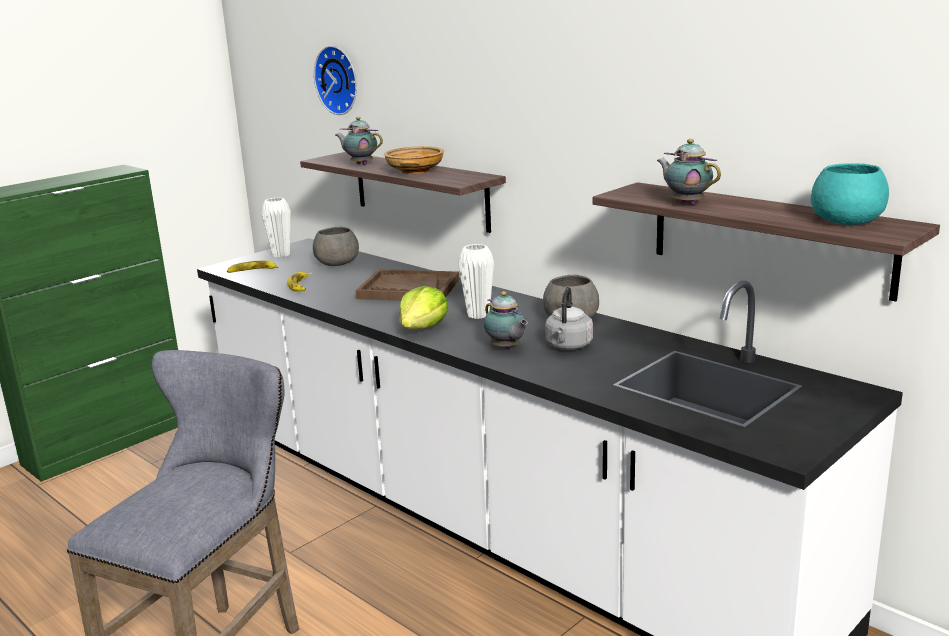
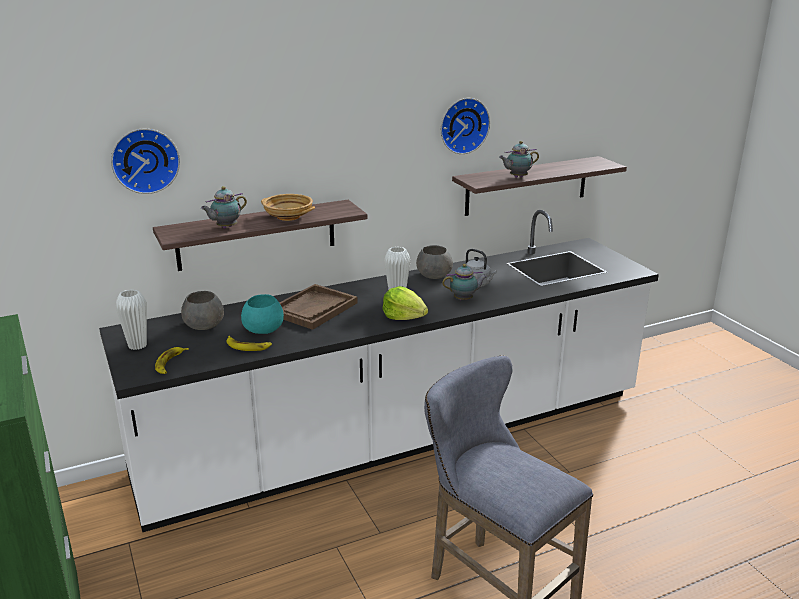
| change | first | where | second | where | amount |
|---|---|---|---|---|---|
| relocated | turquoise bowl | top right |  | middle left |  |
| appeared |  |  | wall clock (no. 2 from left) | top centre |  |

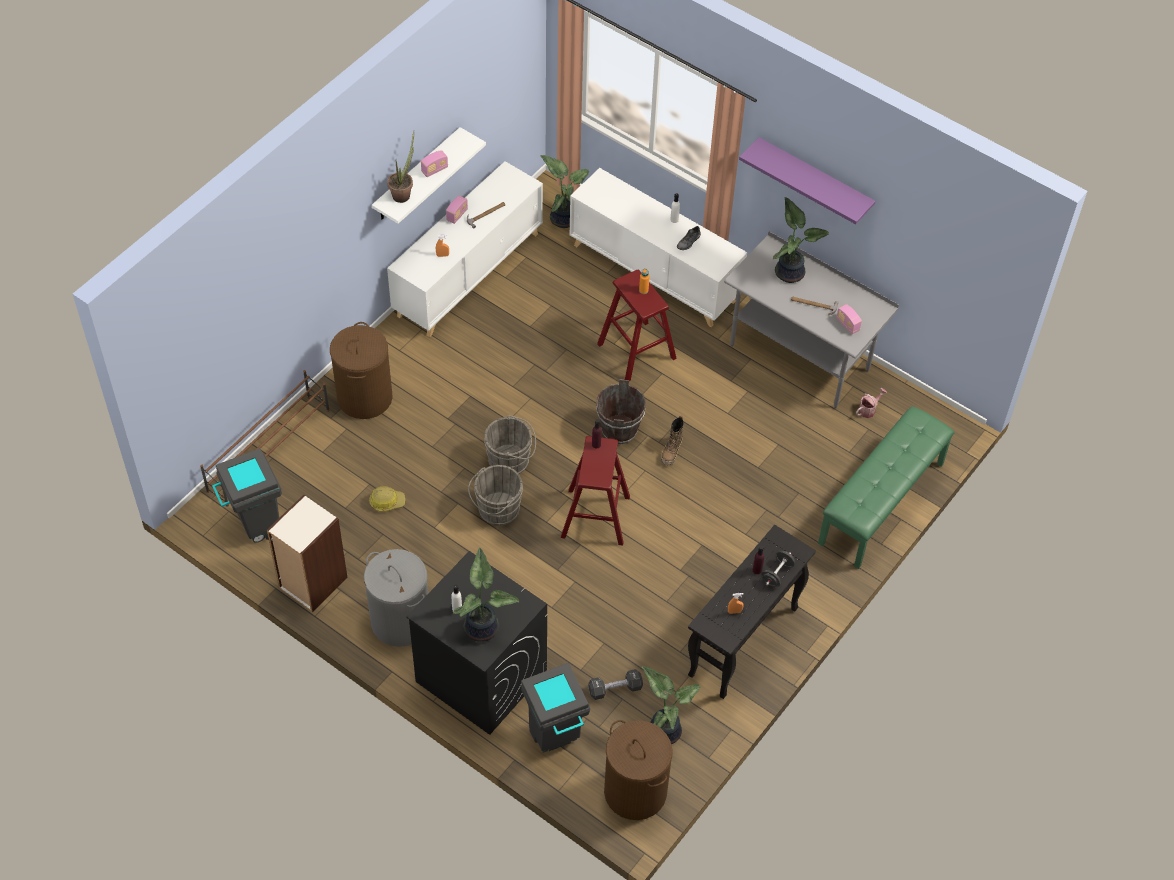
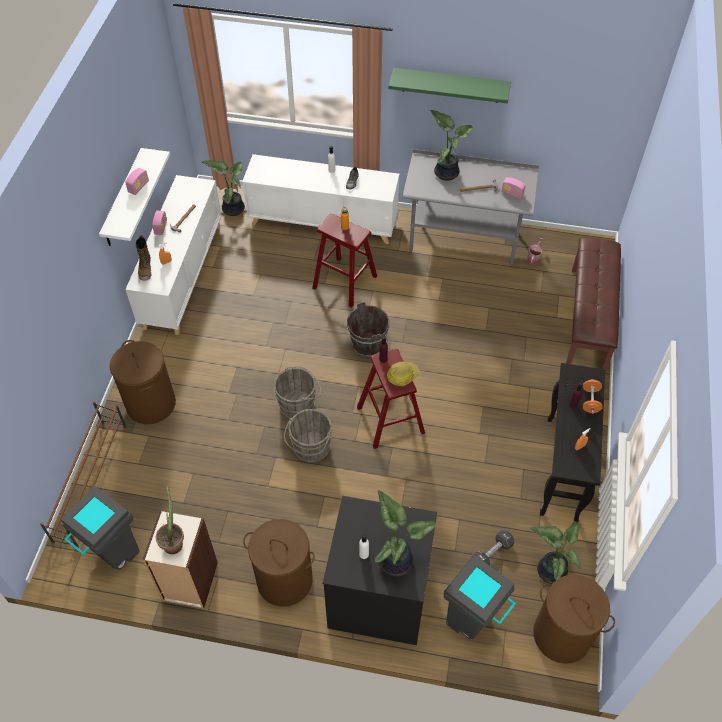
| change | first | where | second | where | amount |
|---|---|---|---|---|---|
| relocated | potted plant (no. 1 from left) | top centre |  | bottom left |  |
| colour | purple shelf | top right | green shelf | top centre |  |
| colour | green bench | middle right | brown bench | middle right |  |
| relocated | boot | centre |  | middle left |  |
| relocated | hard hat | middle left |  | centre |  |
| colour | grey laundry basket | bottom centre | brown laundry basket (no. 2 from left) | bottom centre |  |
| colour | black dumbbell (no. 2 from left) | centre | orange dumbbell | middle right |  |

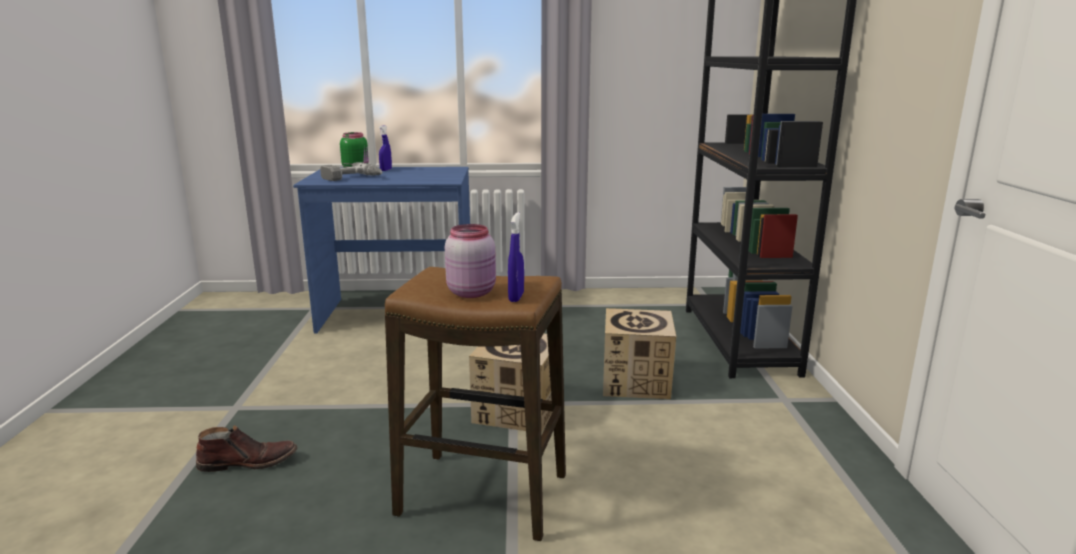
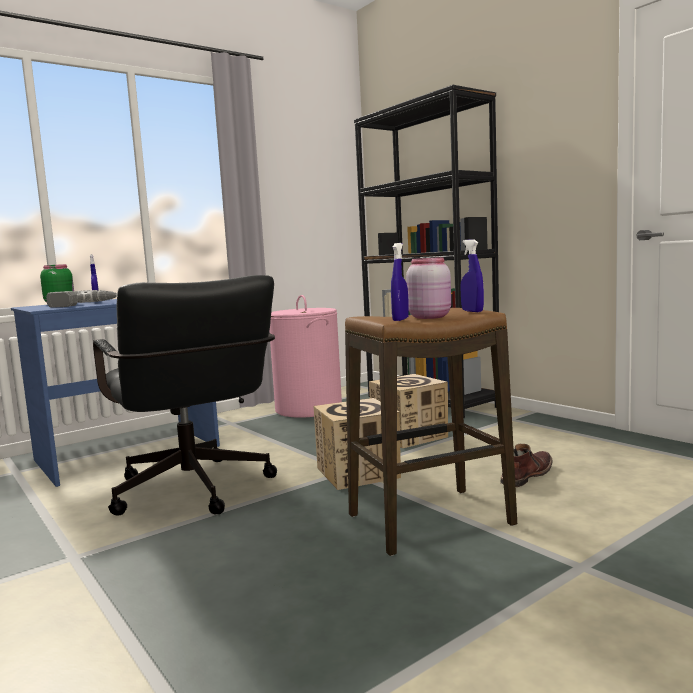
| change | first | where | second | where | amount |
|---|---|---|---|---|---|
| relocated | brown boot | bottom left |  | bottom right |  |
| appeared |  |  | blue spray bottle (no. 2 from left) | centre |  |
| appeared |  |  | black office chair | middle left |  |
| appeared |  |  | pink laundry basket | centre |  |

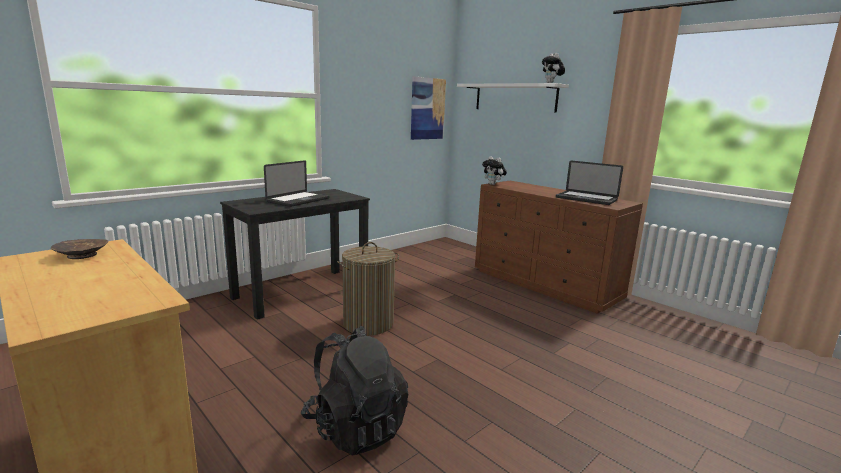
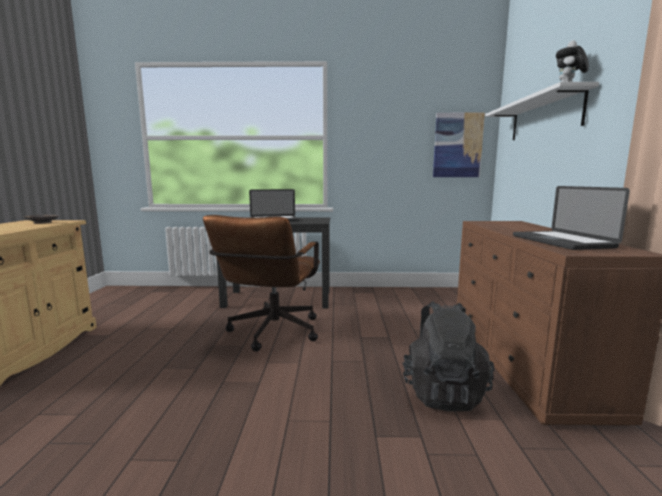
| change | first | where | second | where | amount |
|---|---|---|---|---|---|
| missing | plush toy (no. 1 from left) | centre |  |  |  |
| exchanged | laundry basket | centre | brown office chair | centre |  |
| relocated | black backpack | bottom centre |  | bottom right |  |

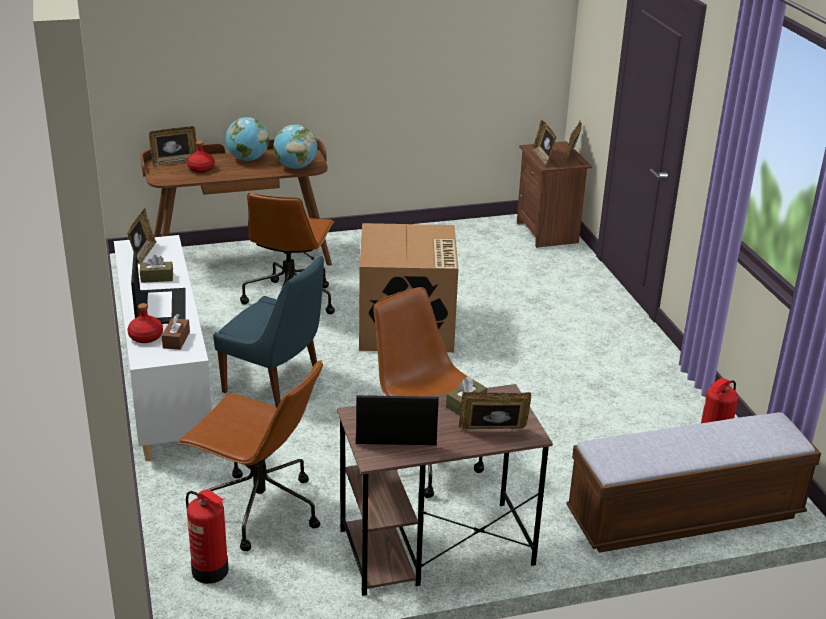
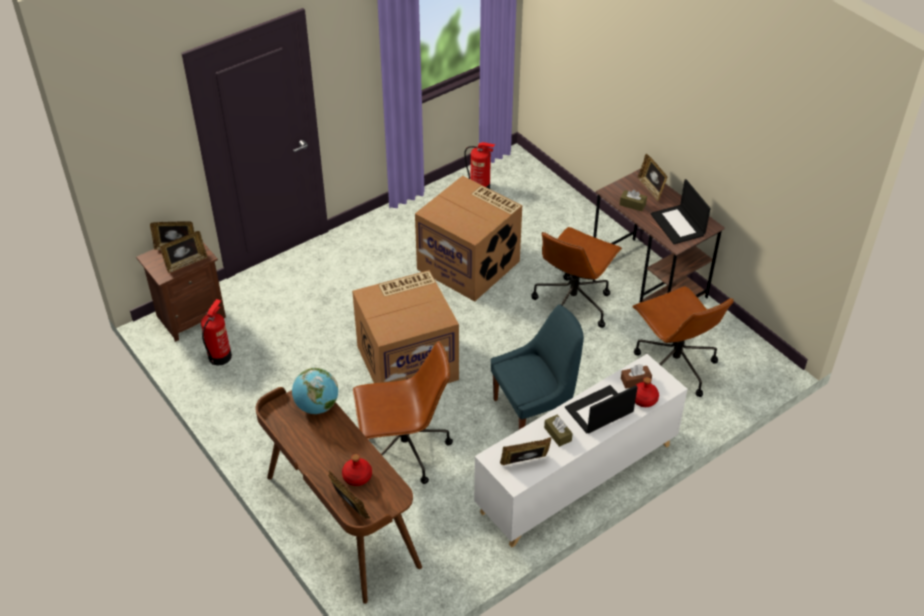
| change | first | where | second | where | amount |
|---|---|---|---|---|---|
| missing | globe (no. 1 from left) | top left |  |  |  |
| spun | blue chair | middle left |  | centre | 60 degrees clockwise |
| spun | brown office chair (no. 1 from left in the first image) | bottom left | brown office chair (no. 3 from left) | middle right | 150 degrees clockwise |
| missing | bench | bottom right |  |  |  |
| relocated | fire extinguisher (no. 1 from left) | bottom left |  | middle left |  |
| appeared |  |  | cardboard box (no. 2 from left) | centre |  |

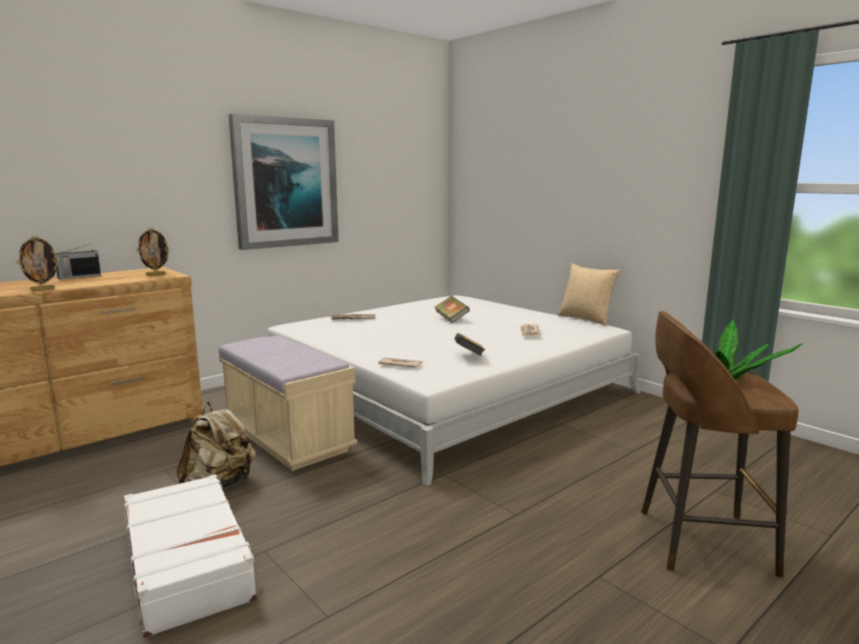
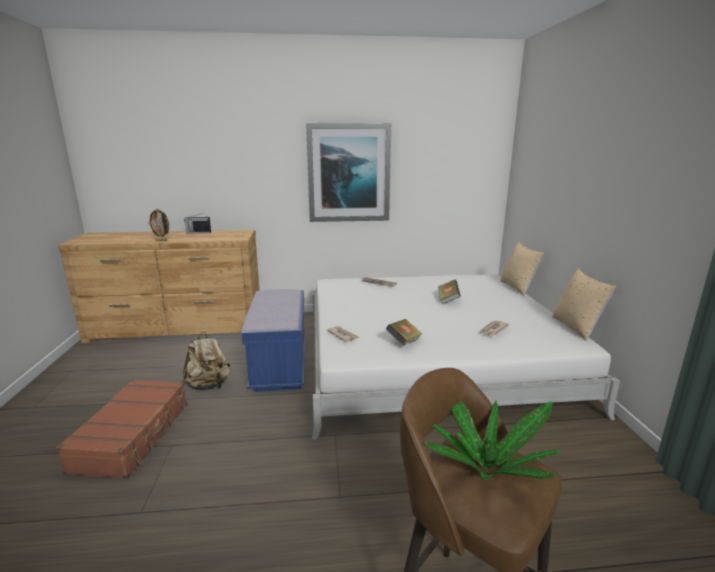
| change | first | where | second | where | amount |
|---|---|---|---|---|---|
| missing | picture frame (no. 2 from left) | middle left |  |  |  |
| colour | beige bench | centre | blue bench | centre |  |
| colour | white suitcase | bottom left | brown suitcase | bottom left |  |
| appeared |  |  | beige pillow (no. 1 from left) | middle right |  |

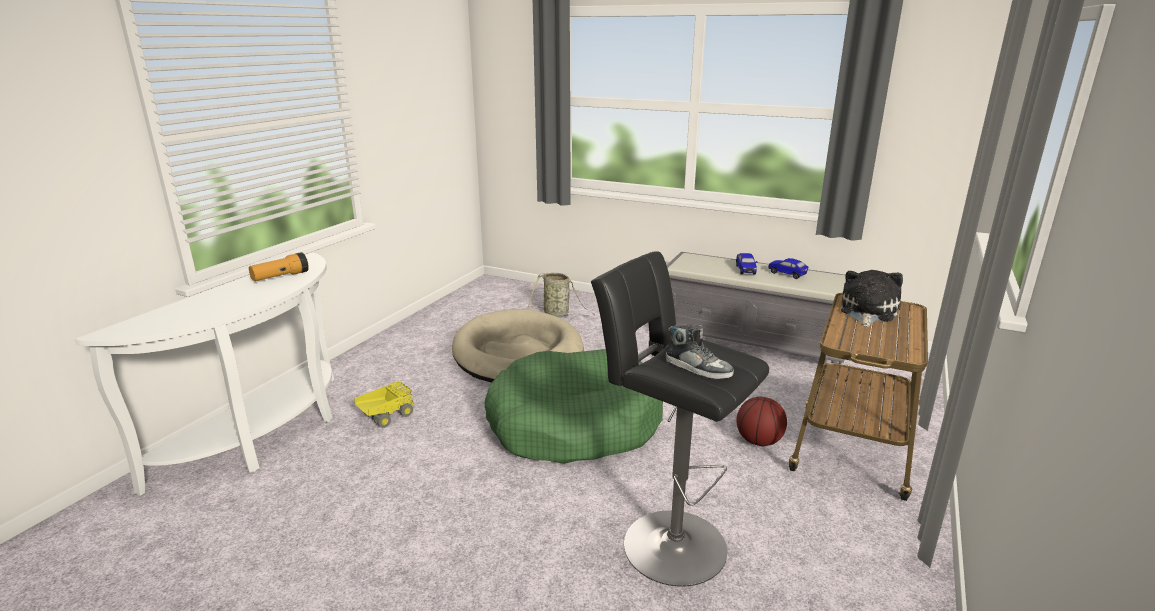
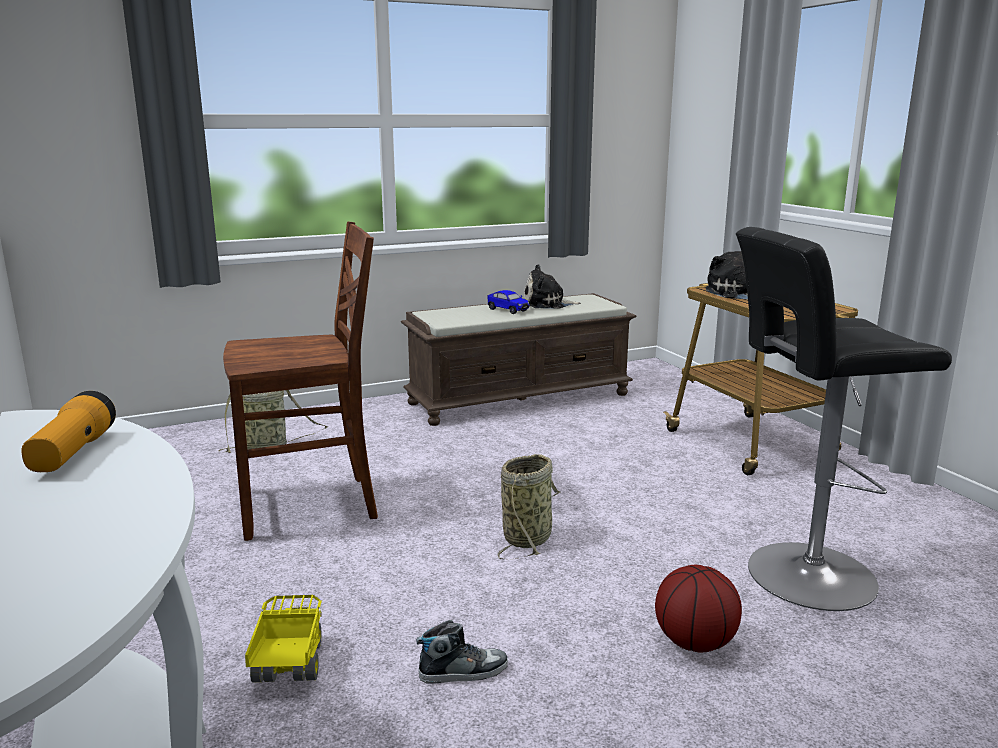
| change | first | where | second | where | amount |
|---|---|---|---|---|---|
| colour | grey bench | centre | brown bench | centre |  |
| exchanged | toy car (no. 2 from left) | middle right | plush toy (no. 1 from left) | centre |  |
| exchanged | beige dog bed | centre | brown chair | middle left |  |
| relocated | shoe | centre |  | bottom centre |  |
| exchanged | green dog bed | centre | basket (no. 2 from left) | bottom centre |  |
| relocated | basketball | bottom centre |  | bottom right |  |

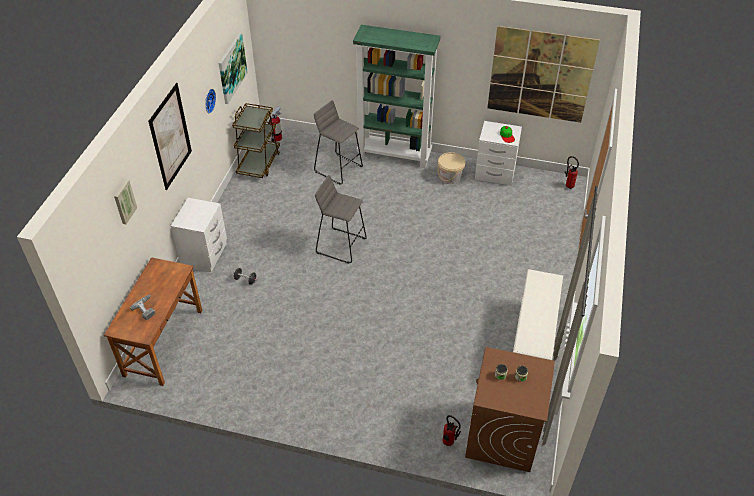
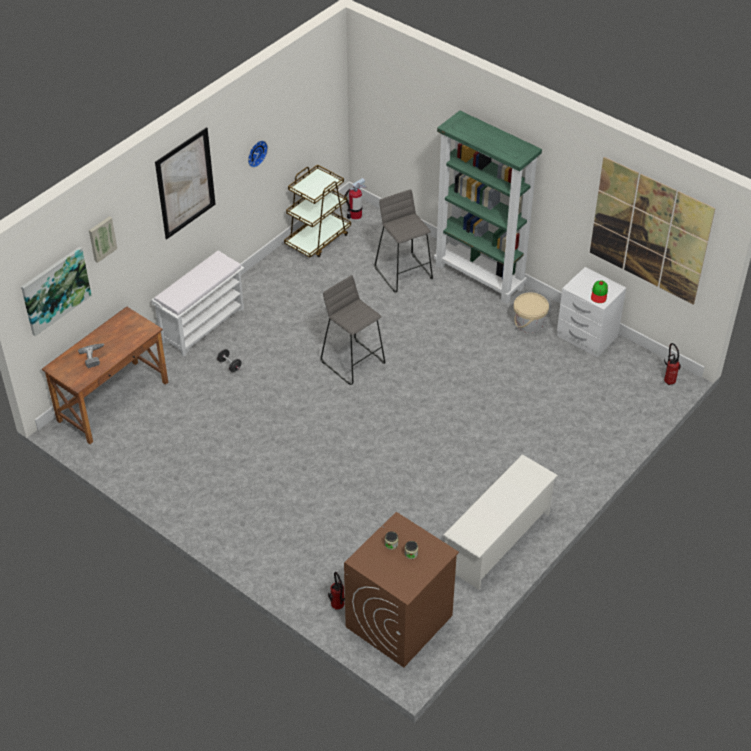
| change | first | where | second | where | amount |
|---|---|---|---|---|---|
| relocated | picture (no. 3 from left in the first image) | top left | picture (no. 1 from left) | middle left |  |
| exchanged | white nightstand (no. 1 from left) | middle left | white bench | middle left |  |

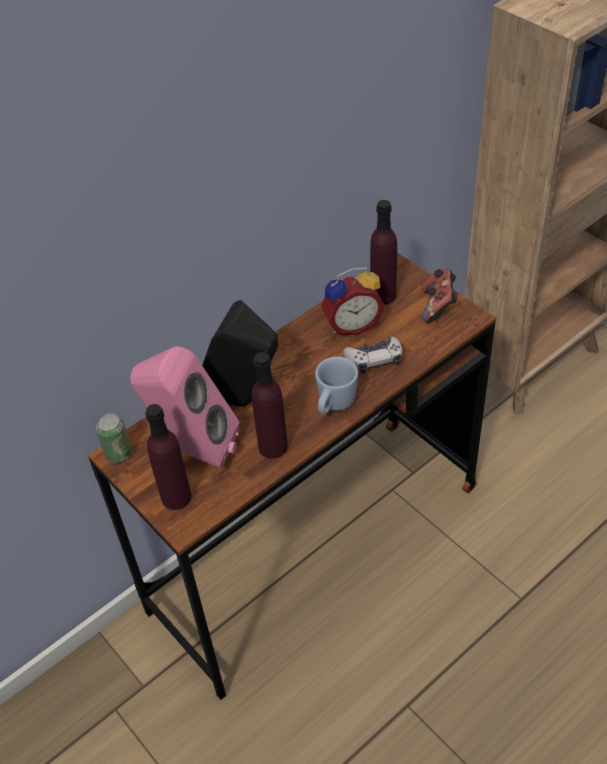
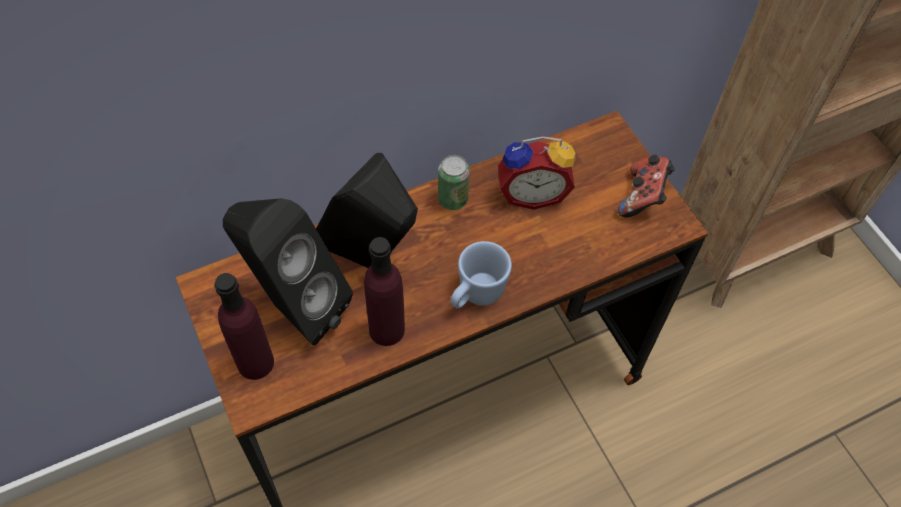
| change | first | where | second | where | amount |
|---|---|---|---|---|---|
| missing | purple bottle (no. 3 from left) | top centre |  |  |  |
| missing | game controller (no. 1 from left) | centre |  |  |  |
| colour | pink speaker | middle left | black speaker (no. 1 from left) | middle left |  |
| relocated | can | middle left |  | centre |  |

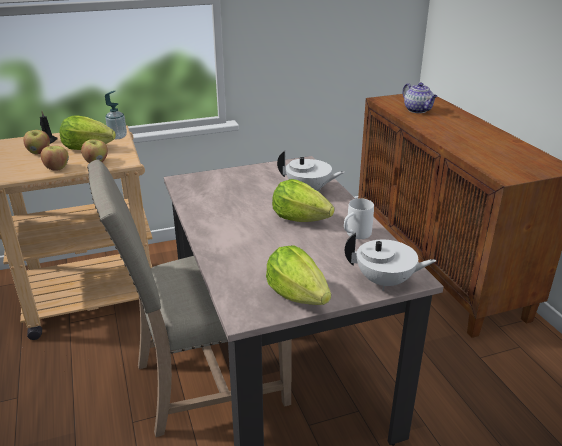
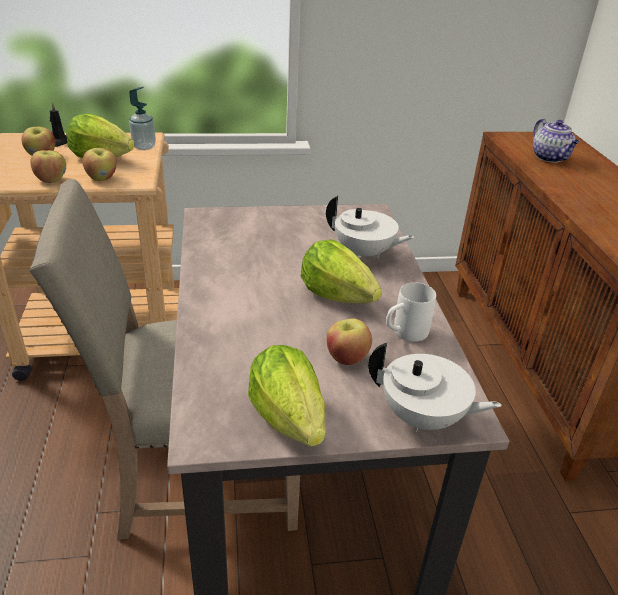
| change | first | where | second | where | amount |
|---|---|---|---|---|---|
| appeared |  |  | apple (no. 4 from left) | centre |  |

